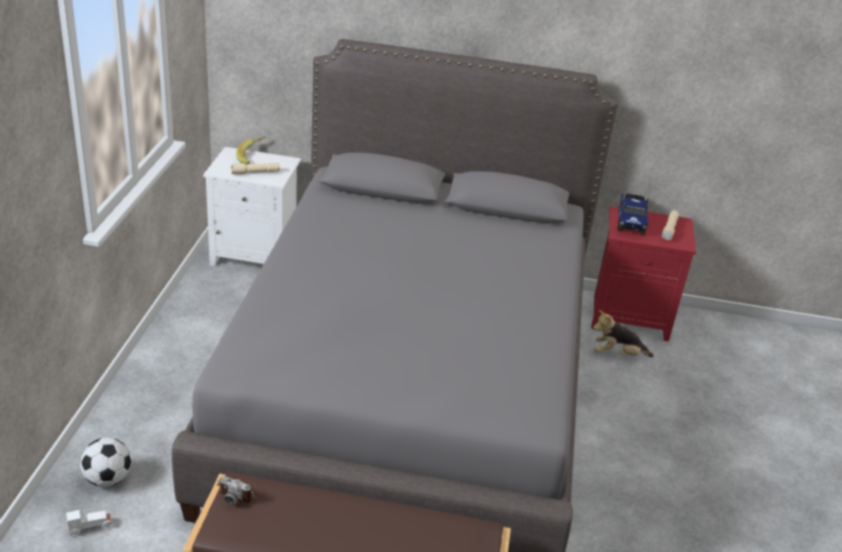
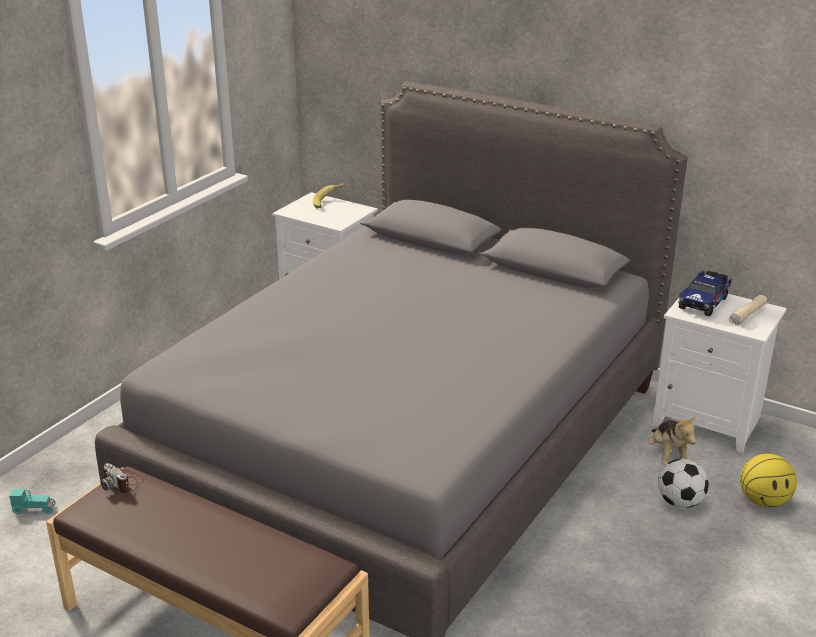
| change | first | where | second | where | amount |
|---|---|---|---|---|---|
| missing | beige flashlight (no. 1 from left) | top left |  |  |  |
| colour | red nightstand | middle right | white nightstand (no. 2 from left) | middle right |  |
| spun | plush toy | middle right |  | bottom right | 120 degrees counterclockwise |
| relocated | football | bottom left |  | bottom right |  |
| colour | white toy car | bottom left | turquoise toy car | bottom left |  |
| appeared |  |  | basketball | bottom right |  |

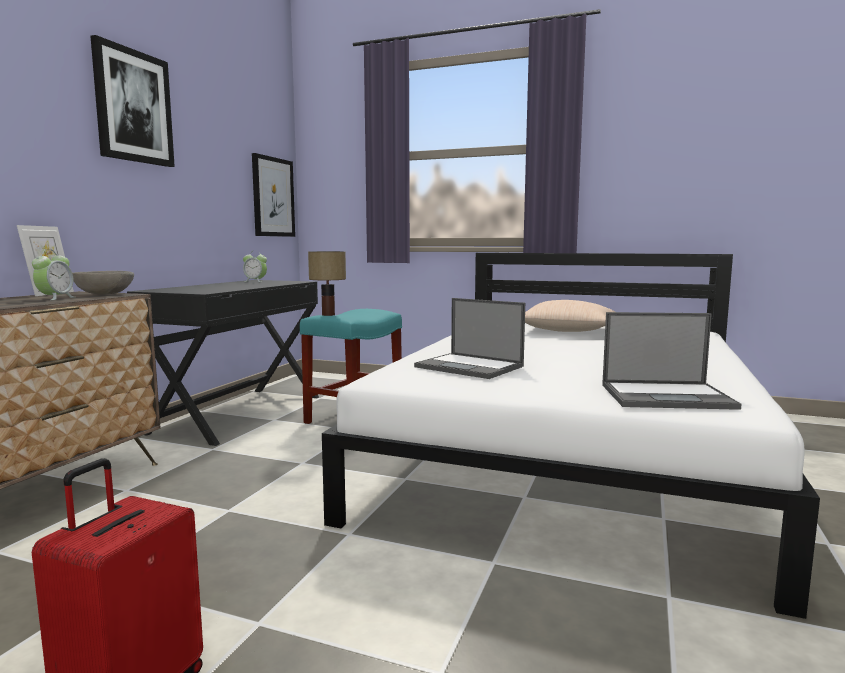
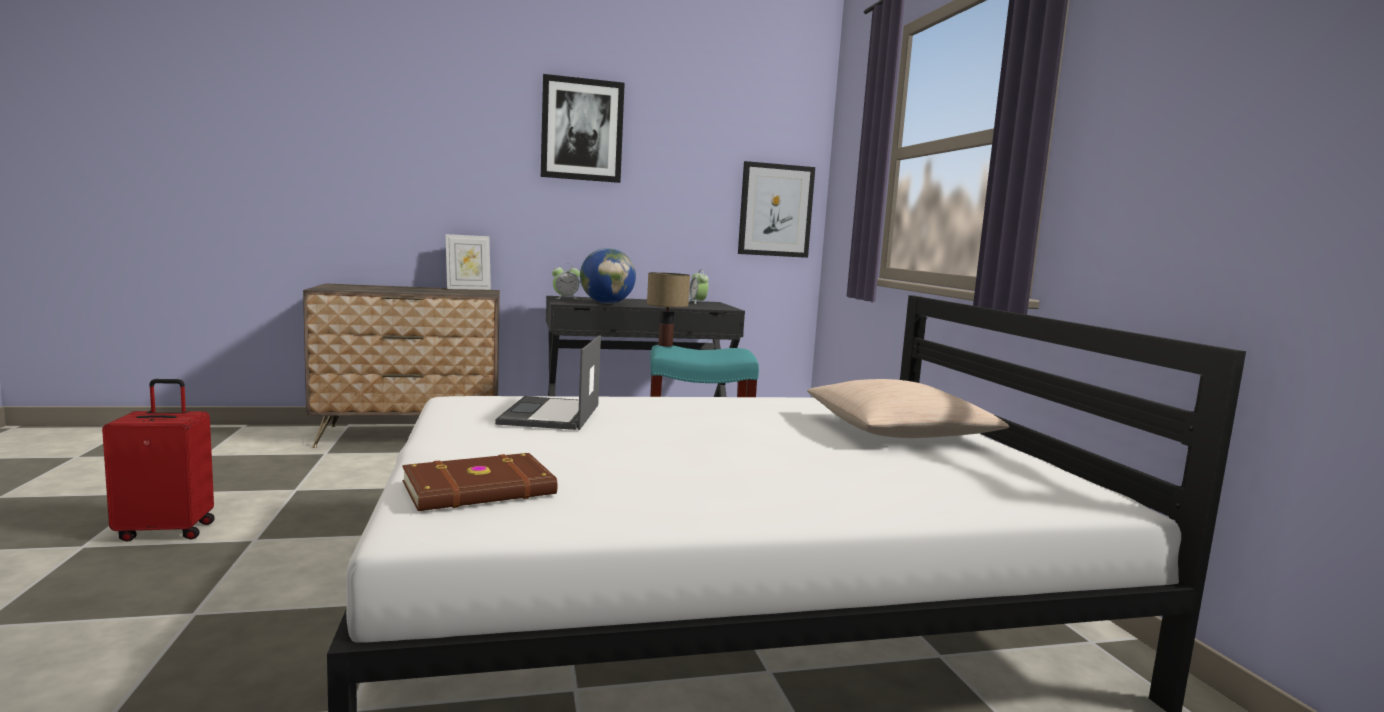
| change | first | where | second | where | amount |
|---|---|---|---|---|---|
| relocated | alarm clock (no. 1 from left) | middle left |  | centre |  |
| missing | grey bowl | middle left |  |  |  |
| exchanged | laptop (no. 2 from left) | middle right | brown book | bottom centre |  |
| appeared |  |  | globe | centre |  |

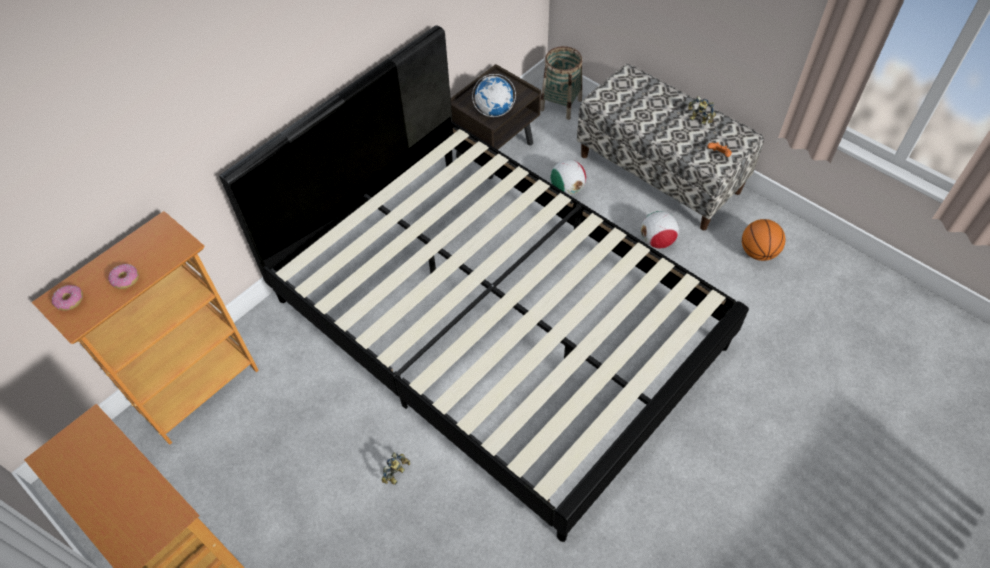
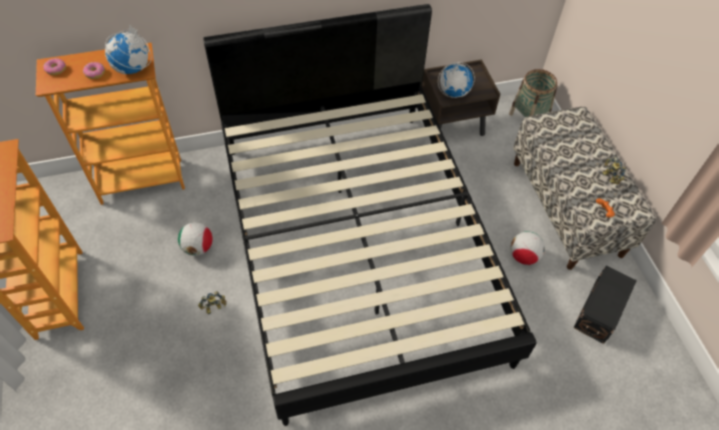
| change | first | where | second | where | amount |
|---|---|---|---|---|---|
| relocated | football (no. 1 from left) | top centre |  | middle left |  |
| exchanged | basketball | middle right | black storage box | bottom right |  |
| appeared |  |  | globe (no. 1 from left) | top left |  |

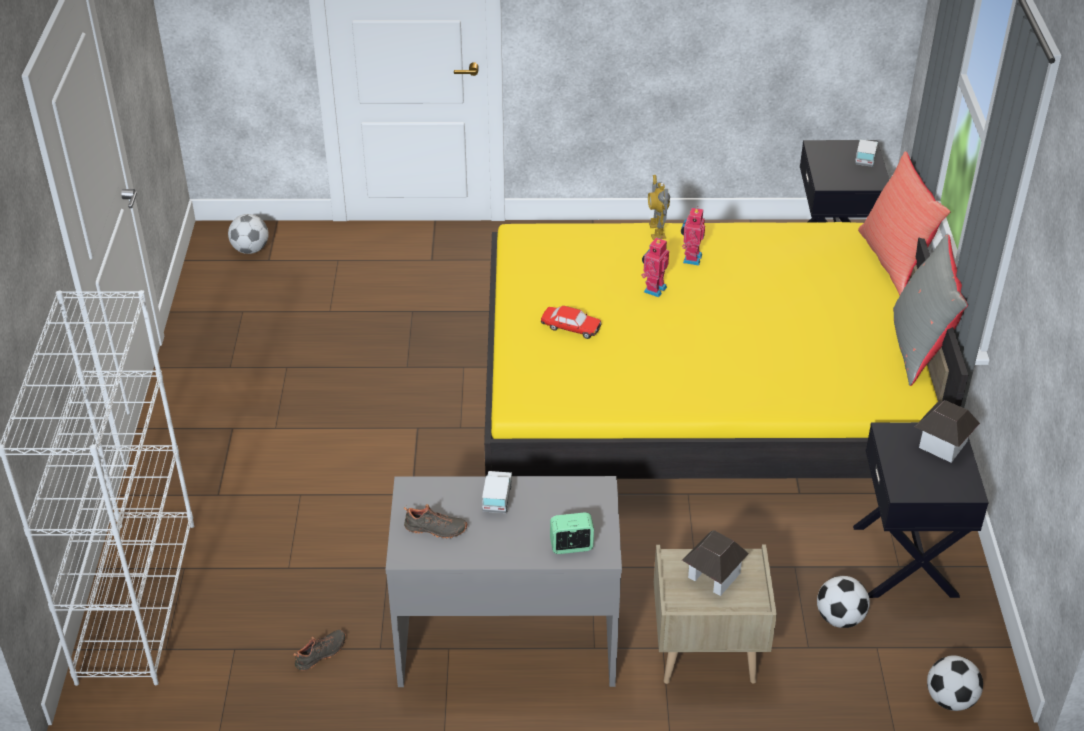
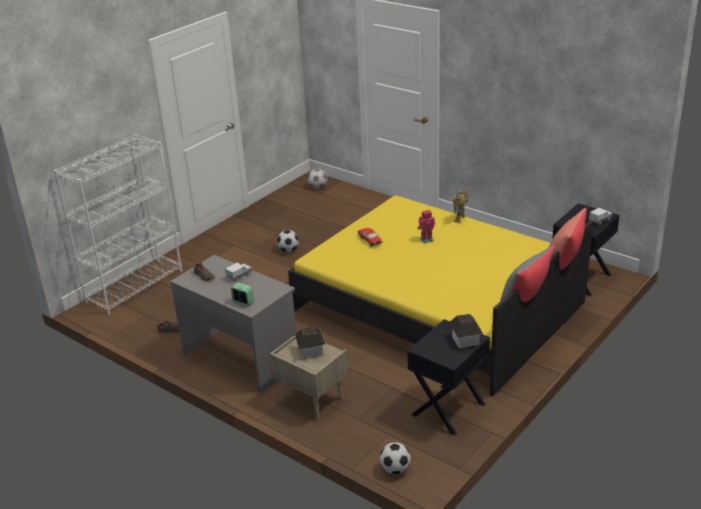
| change | first | where | second | where | amount |
|---|---|---|---|---|---|
| missing | toy robot (no. 3 from left) | top centre |  |  |  |
| relocated | football (no. 2 from left in the first image) | bottom right | football (no. 1 from left) | centre |  |

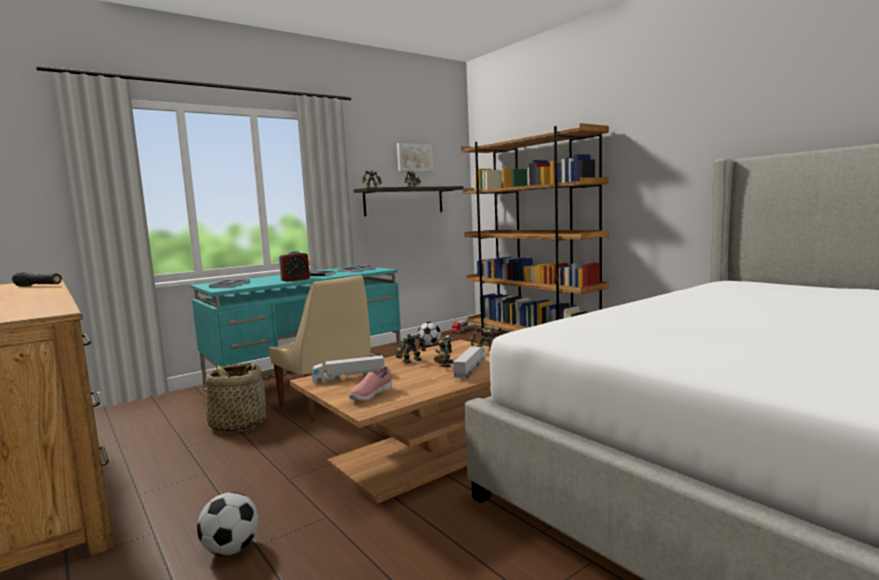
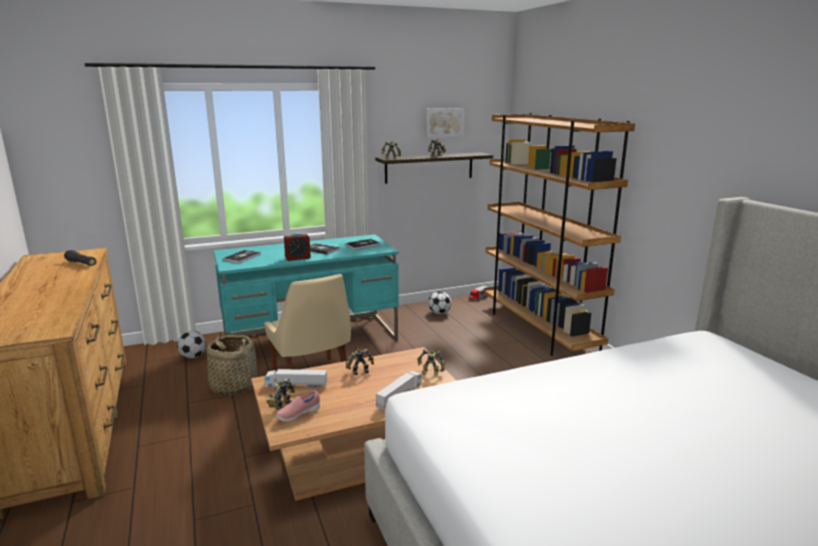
| change | first | where | second | where | amount |
|---|---|---|---|---|---|
| relocated | toy robot (no. 4 from left in the first image) | centre | toy robot (no. 1 from left) | bottom centre |  |
| relocated | football (no. 1 from left) | bottom left |  | middle left |  |

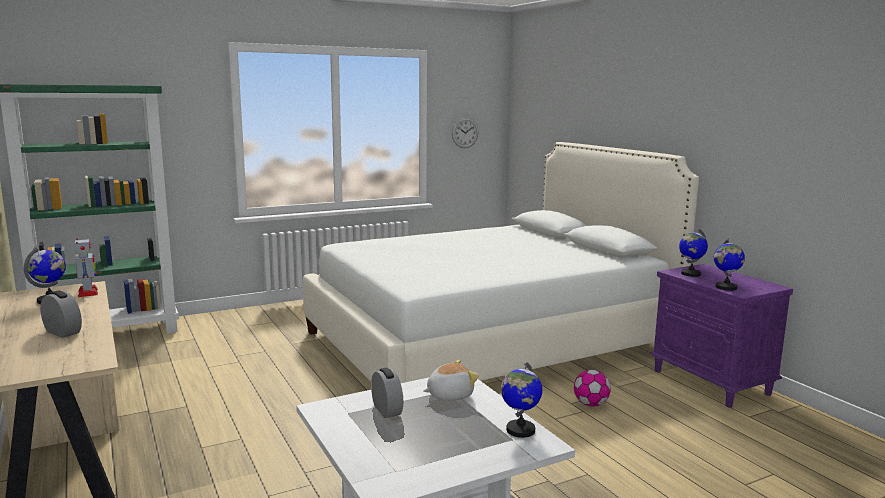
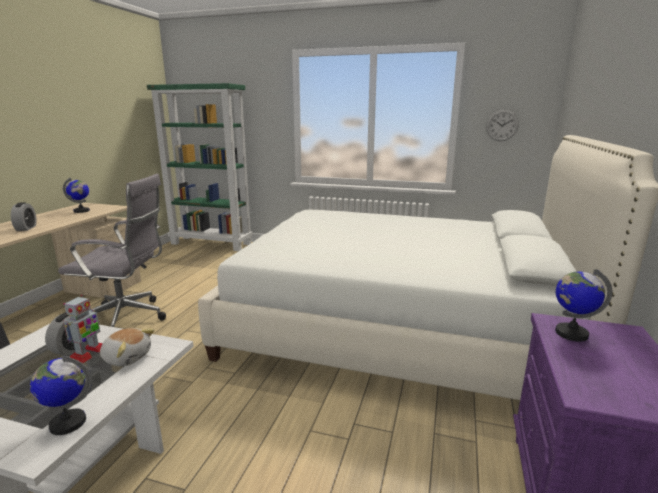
| change | first | where | second | where | amount |
|---|---|---|---|---|---|
| relocated | toy robot | middle left |  | bottom left |  |
| missing | globe (no. 4 from left) | middle right |  |  |  |
| missing | football | bottom right |  |  |  |
| appeared |  |  | grey office chair | middle left |  |

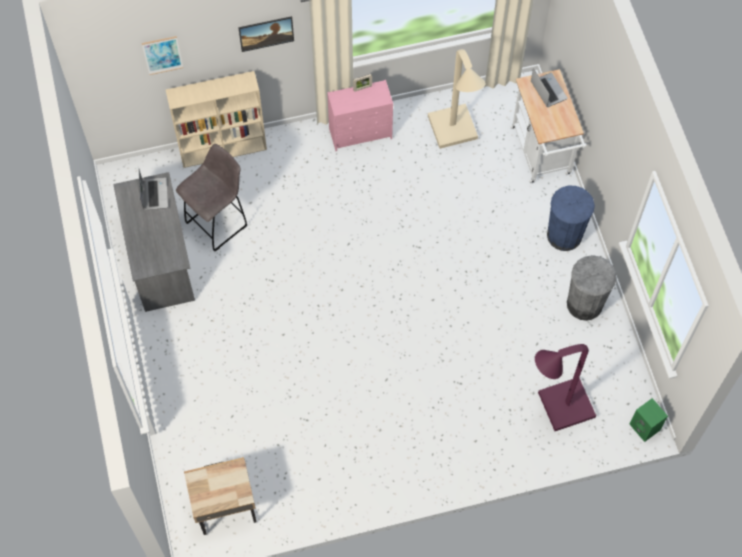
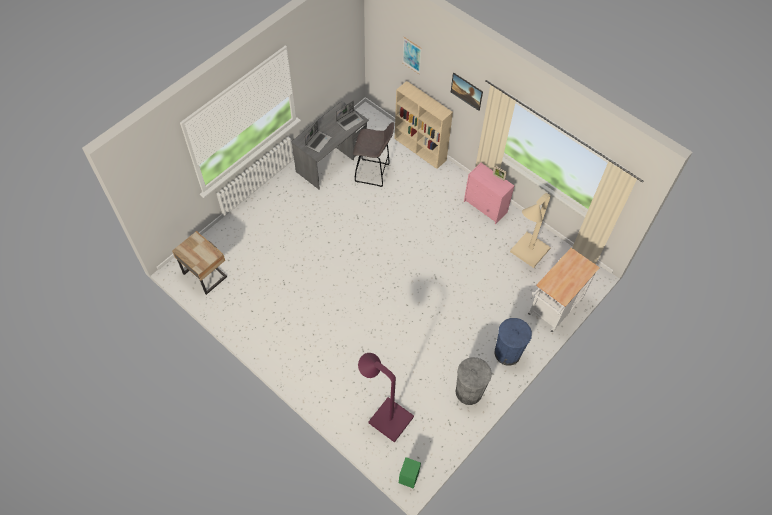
| change | first | where | second | where | amount |
|---|---|---|---|---|---|
| relocated | laptop (no. 2 from left in the first image) | top right | laptop (no. 1 from left) | top centre |  |

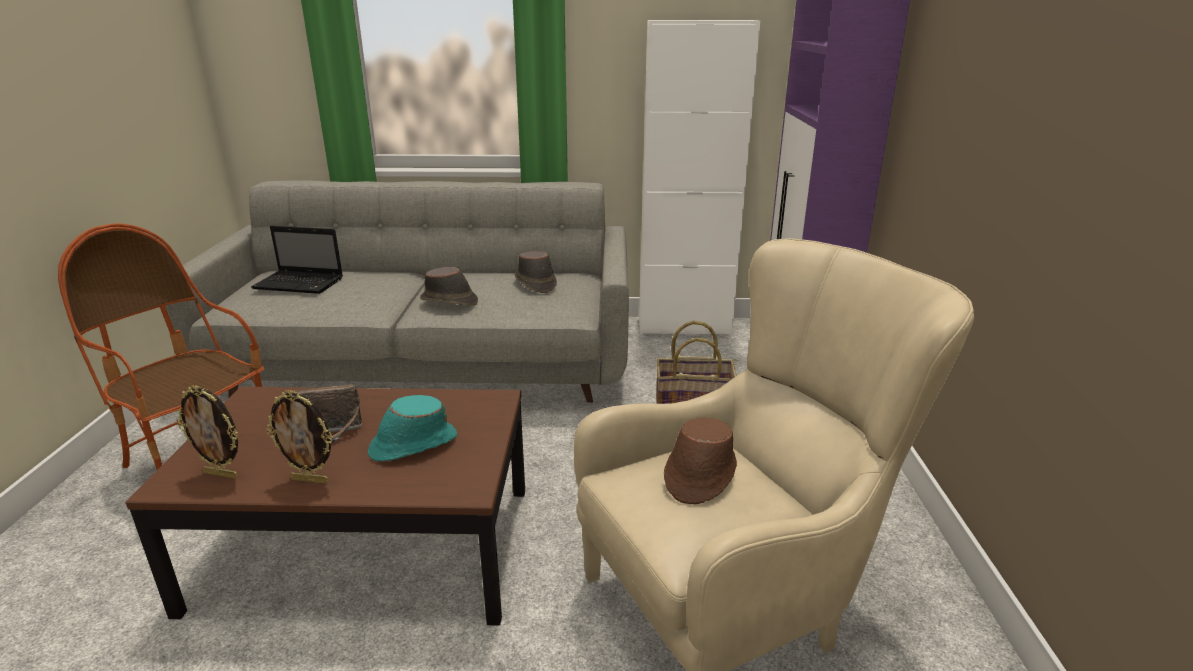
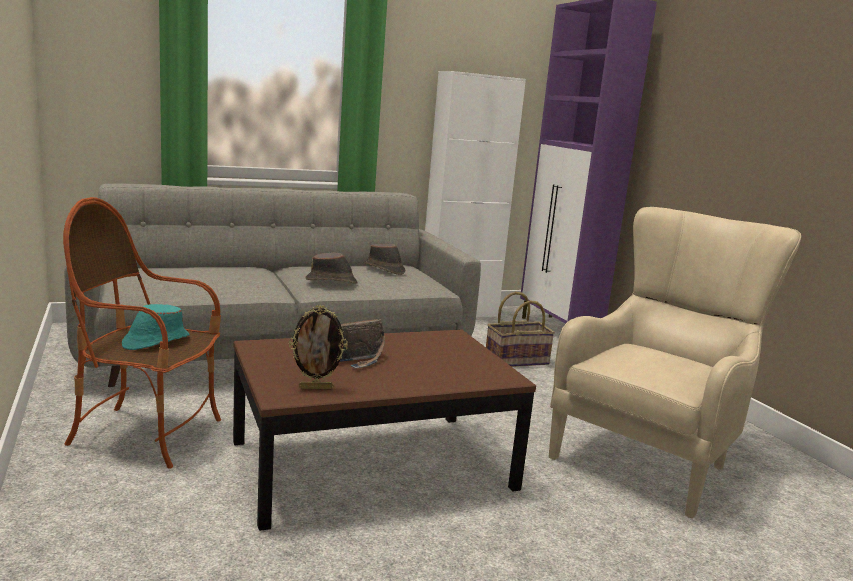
| change | first | where | second | where | amount |
|---|---|---|---|---|---|
| missing | laptop | middle left |  |  |  |
| missing | picture frame (no. 2 from left) | middle left |  |  |  |
| relocated | turquoise hat | centre |  | middle left |  |
| missing | brown hat (no. 3 from left) | bottom centre |  |  |  |

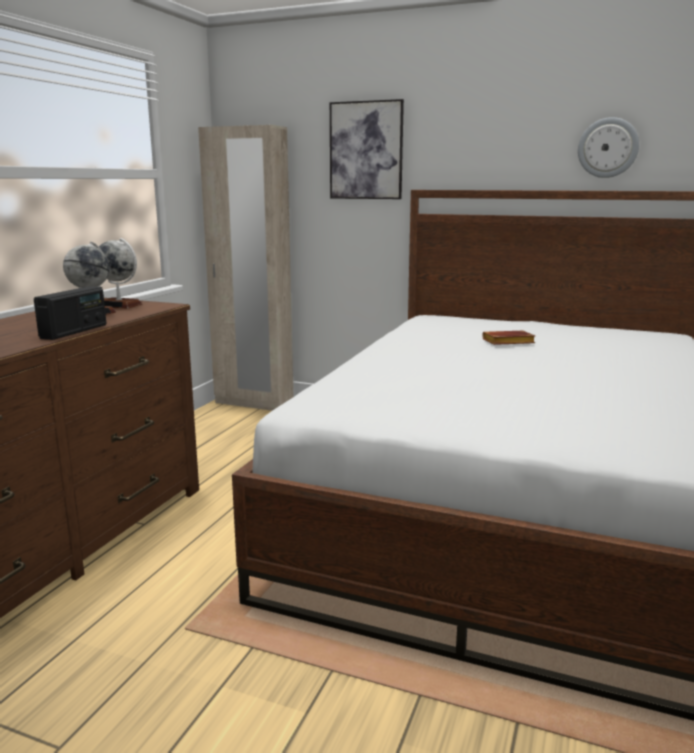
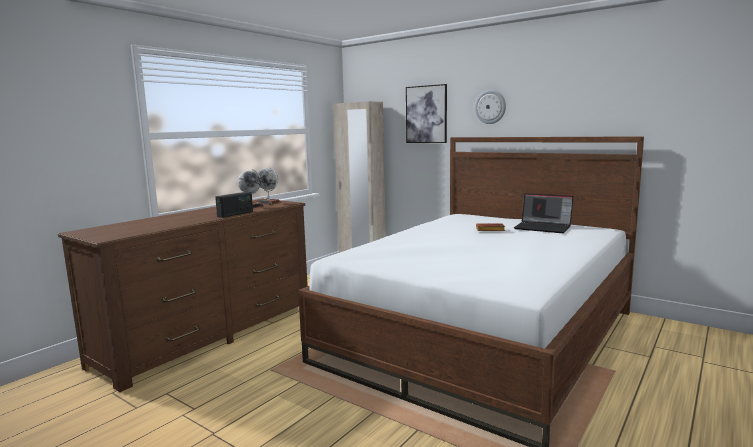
| change | first | where | second | where | amount |
|---|---|---|---|---|---|
| relocated | wall clock | top right |  | top centre |  |
| appeared |  |  | laptop | middle right |  |

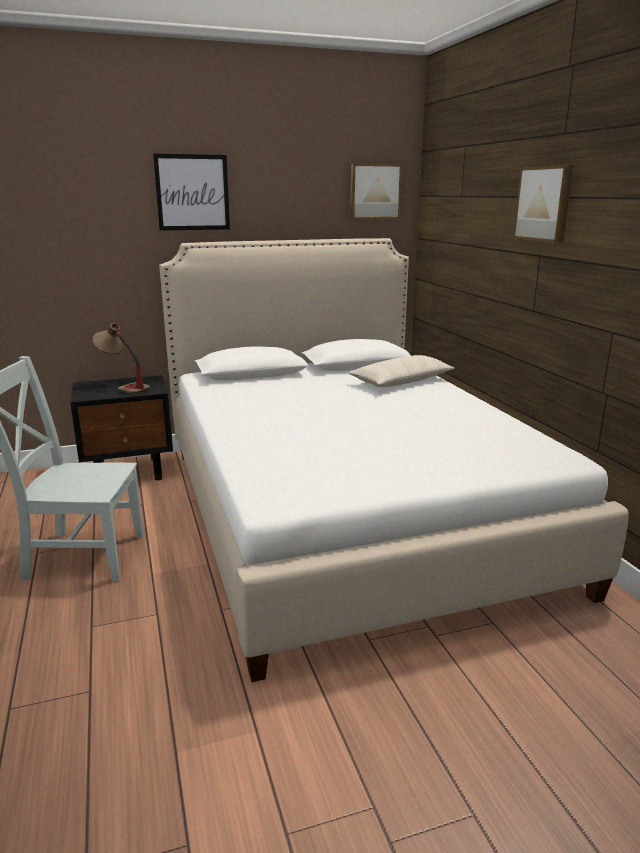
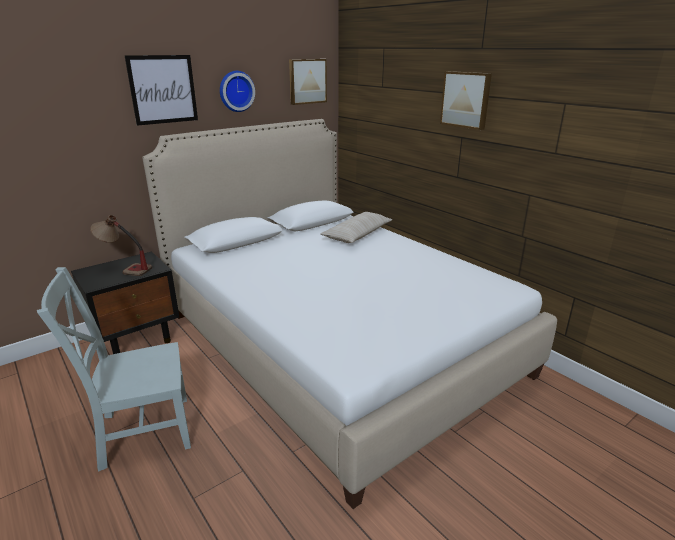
| change | first | where | second | where | amount |
|---|---|---|---|---|---|
| appeared |  |  | wall clock | top centre |  |

